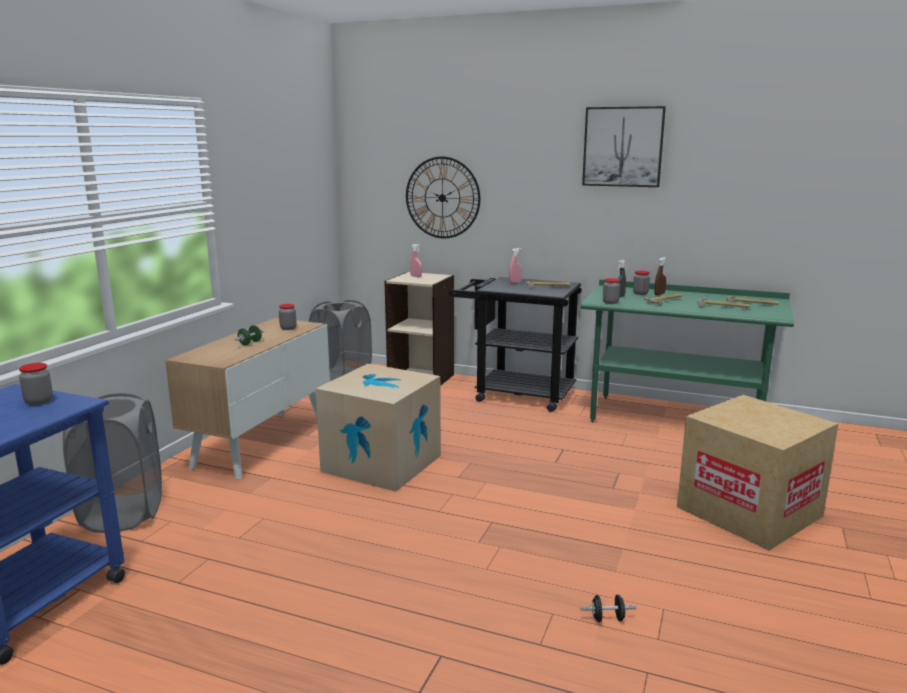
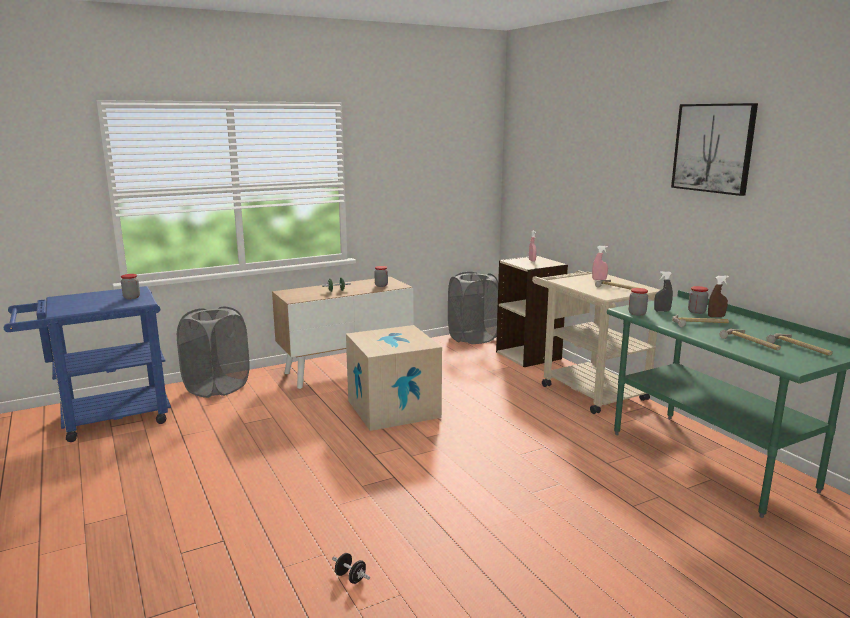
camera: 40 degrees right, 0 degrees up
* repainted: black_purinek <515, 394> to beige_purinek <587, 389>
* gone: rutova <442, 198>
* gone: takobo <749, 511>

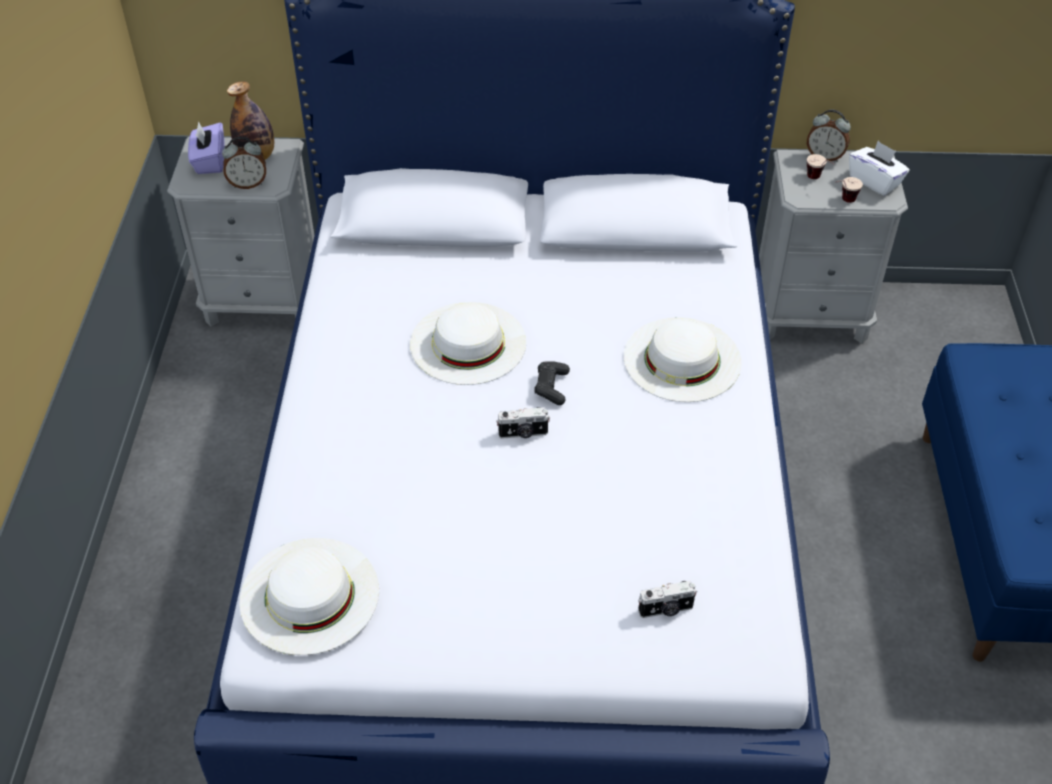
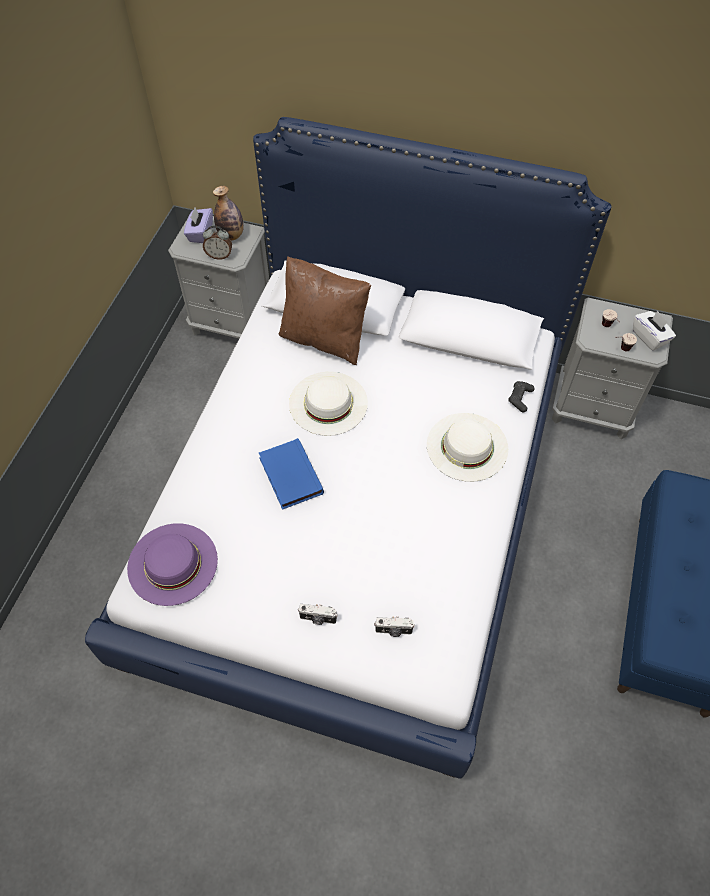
camera: 15 degrees right, 10 degrees up
* repainted: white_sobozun <309, 595> to purple_sobozun <172, 563>
* new: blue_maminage <289, 476>
* new: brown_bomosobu <324, 338>
* shifted: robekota <523, 434> to <318, 618>
* shifted: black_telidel <551, 387> to <520, 398>
* gone: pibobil <824, 156>

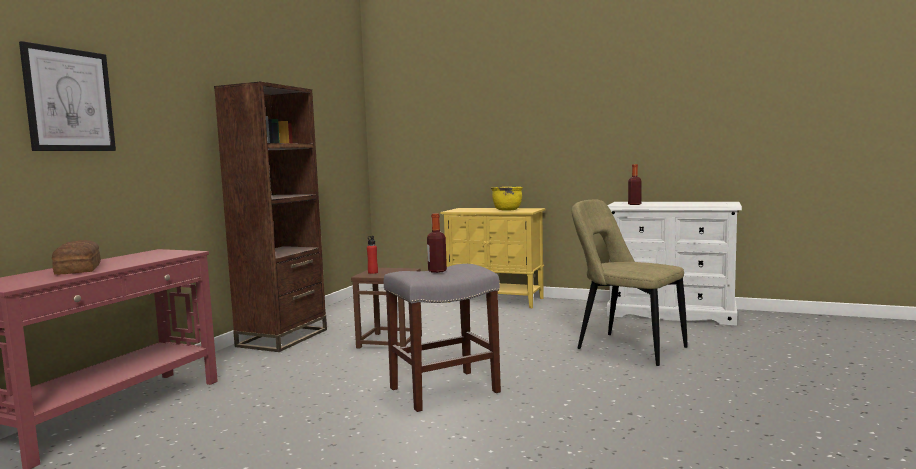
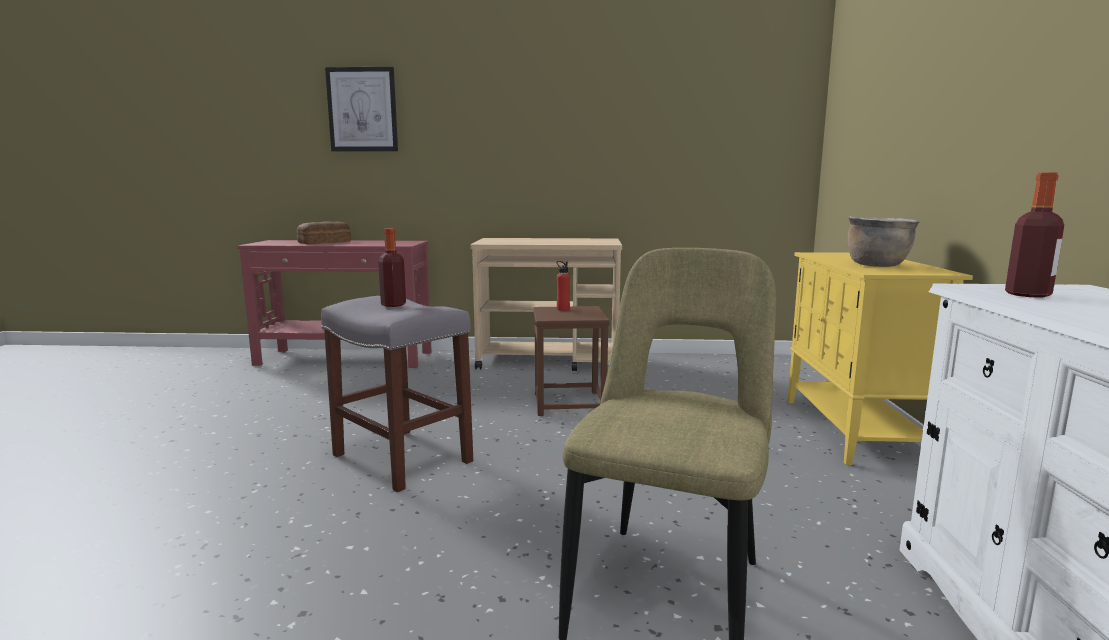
camera: 70 degrees right, 5 degrees up
* swapped: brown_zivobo <283, 338> to beige_purinek <549, 361>
* repainted: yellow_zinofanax <507, 210> to brown_zinofanax <877, 265>

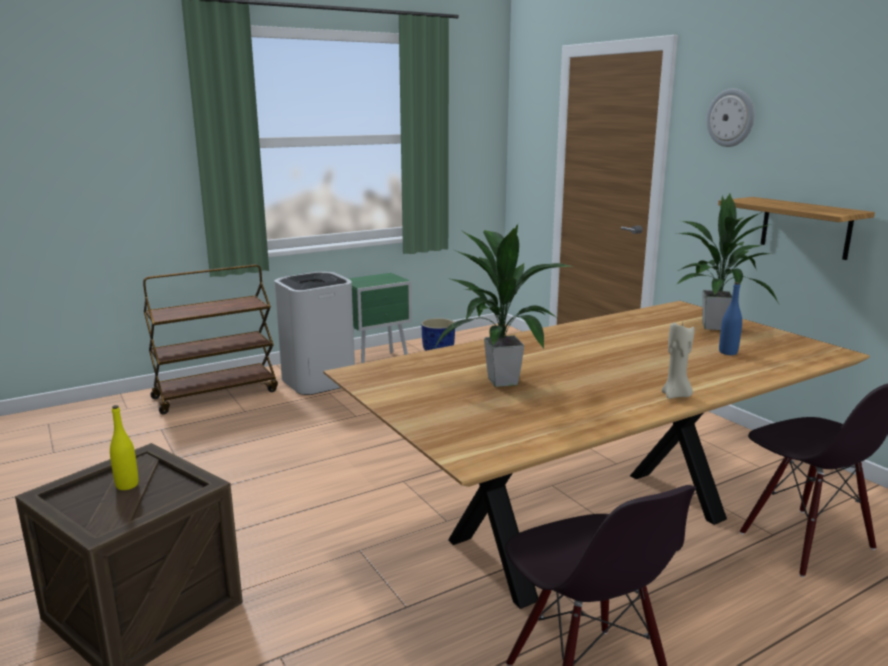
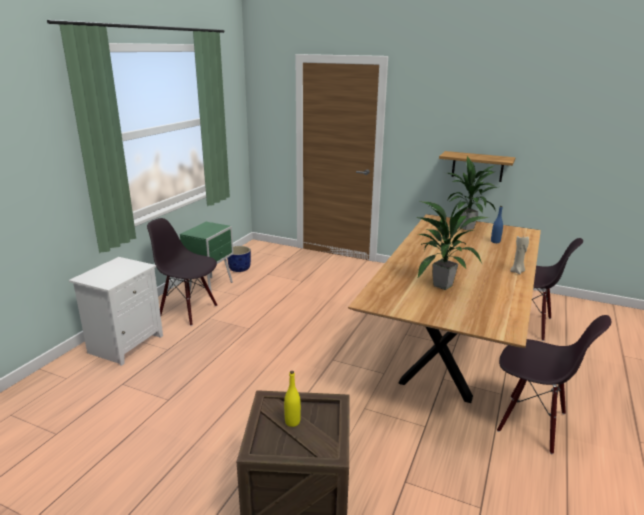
camera: 35 degrees left, 5 degrees up
* swapped: brown_purinek <216, 394> to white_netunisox <126, 344>
* swapped: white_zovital <318, 380> to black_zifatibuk <189, 311>
* gone: rutova <731, 118>

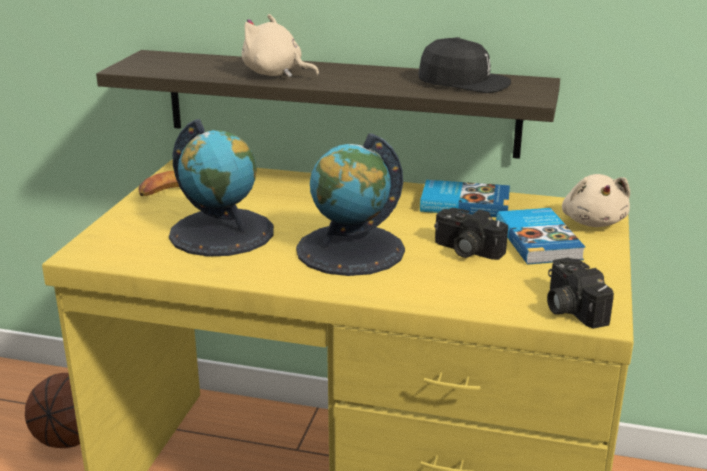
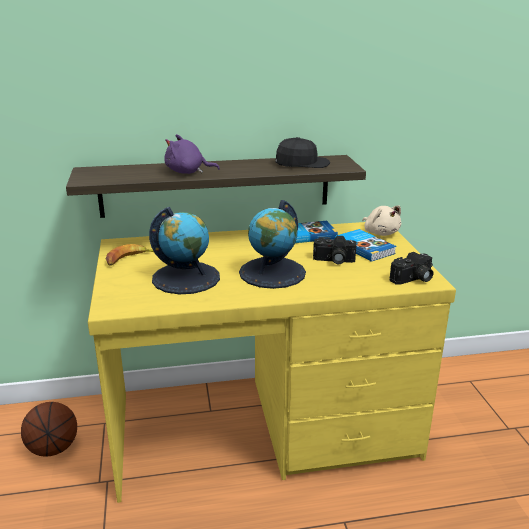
camera: 25 degrees left, 0 degrees up
* repainted: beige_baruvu <275, 74> to purple_baruvu <187, 172>
* rotated: robekota <569, 308> = <413, 279> 75 degrees counterclockwise

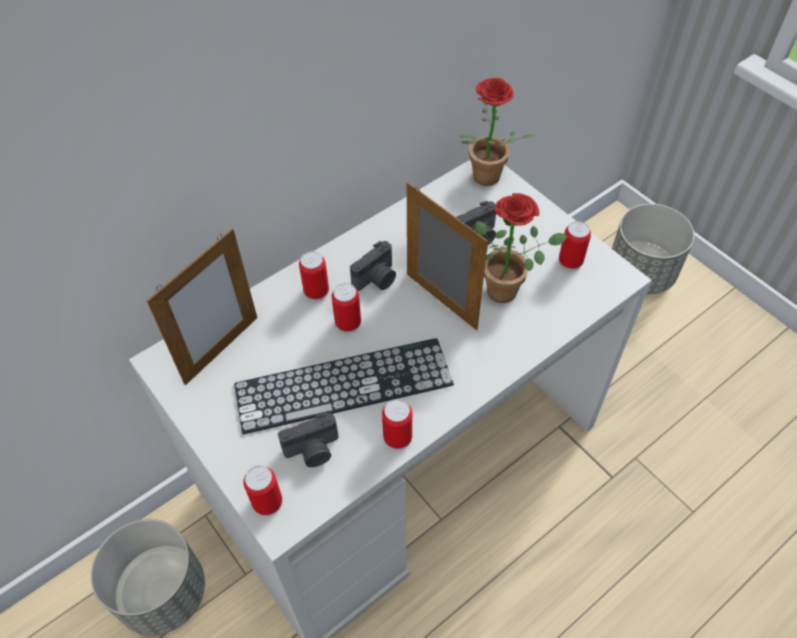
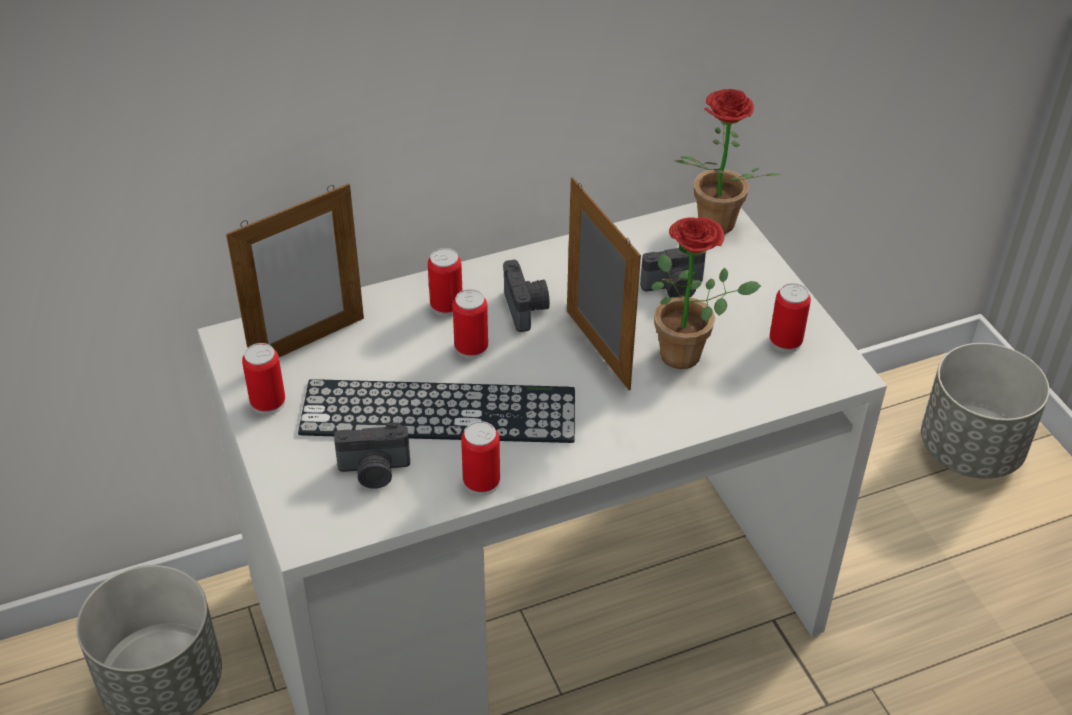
camera: 15 degrees right, 10 degrees down
* shifted: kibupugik <267, 502> to <268, 402>
* rotated: robekota <377, 279> = <526, 309> 75 degrees counterclockwise

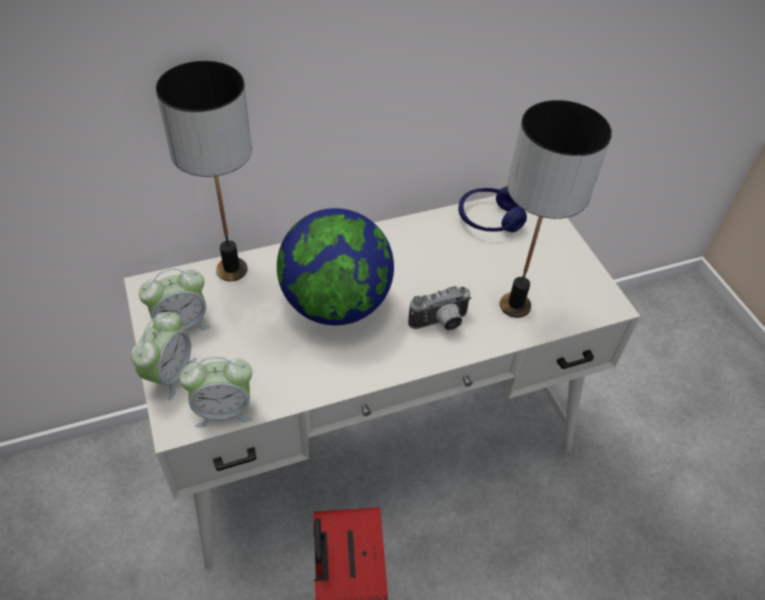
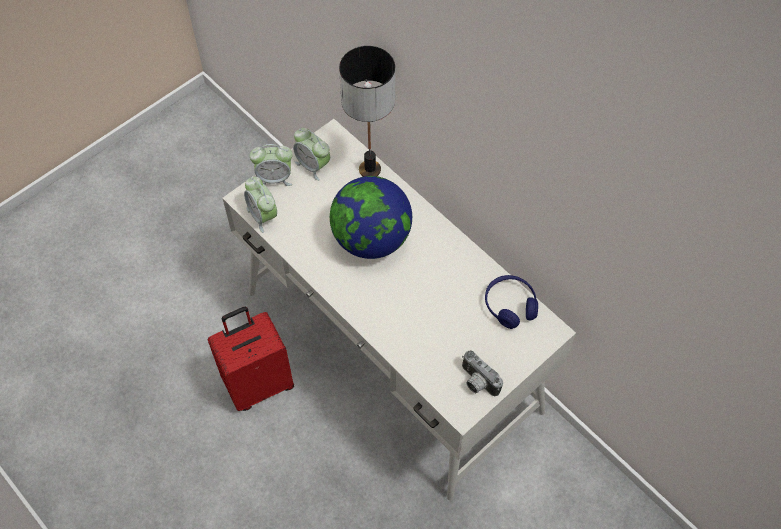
camera: 70 degrees right, 10 degrees up
* shifted: robekota <440, 323> to <476, 382>
* gone: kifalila <515, 306>

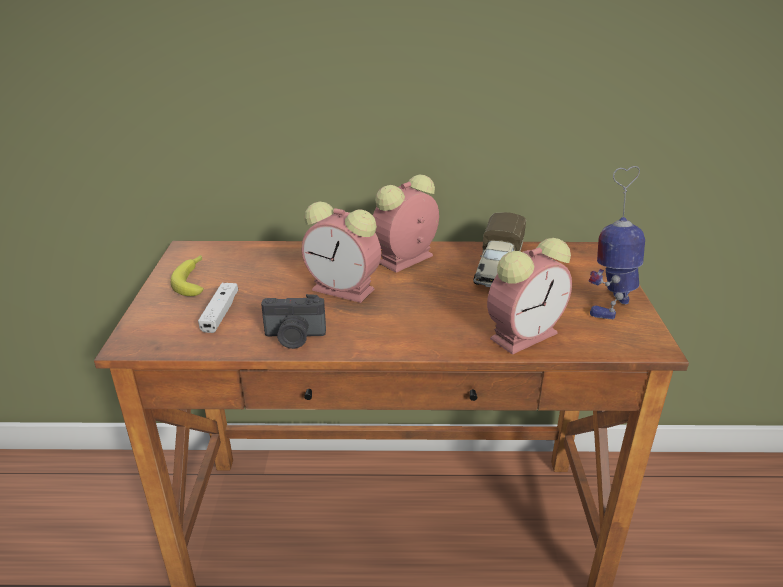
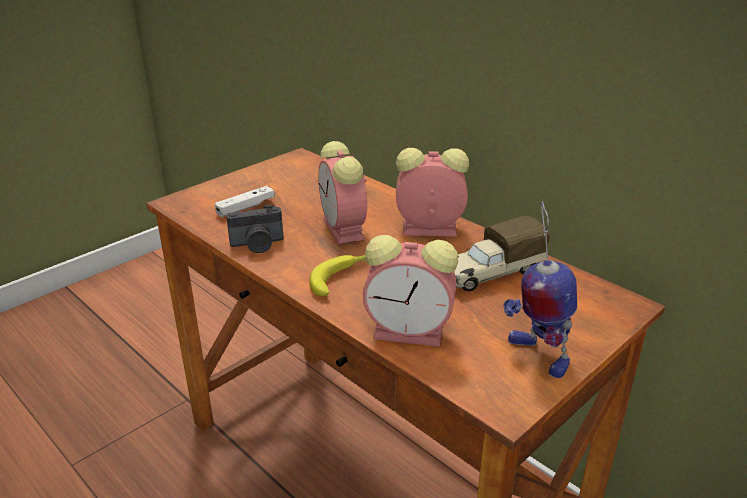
camera: 45 degrees right, 0 degrees up
* rotated: robekota <294, 337> = <257, 245> 60 degrees counterclockwise
* shifted: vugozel <194, 280> to <340, 278>
* rotated: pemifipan <610, 305> = <537, 354> 120 degrees counterclockwise

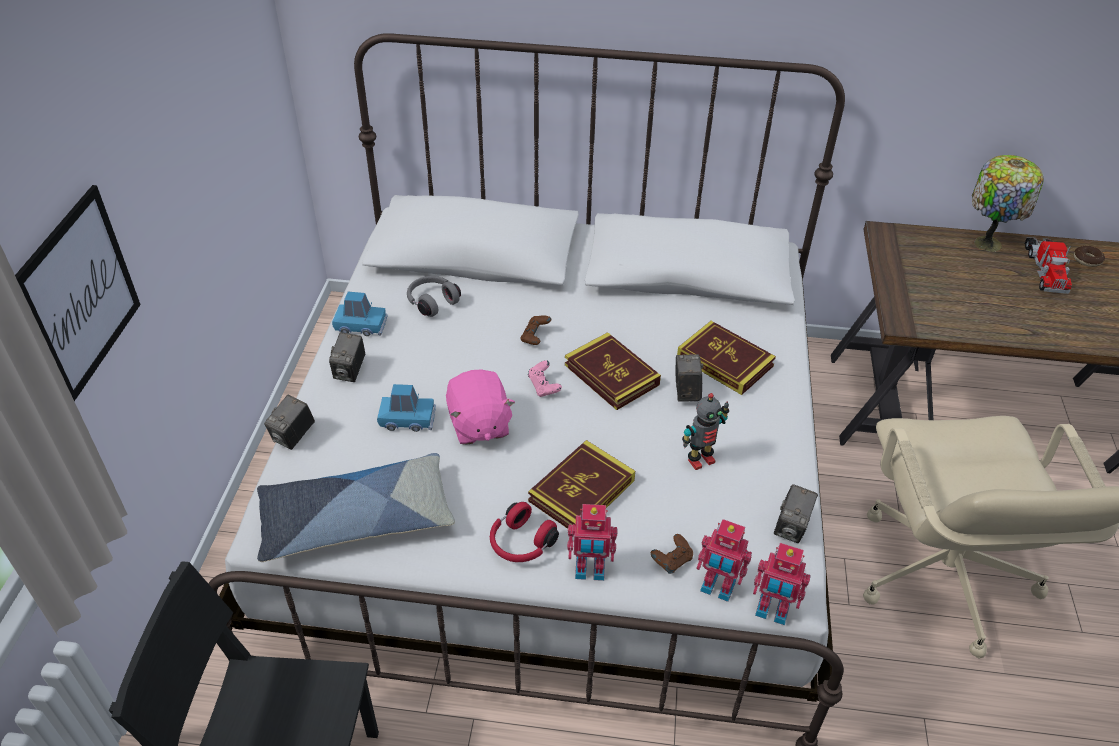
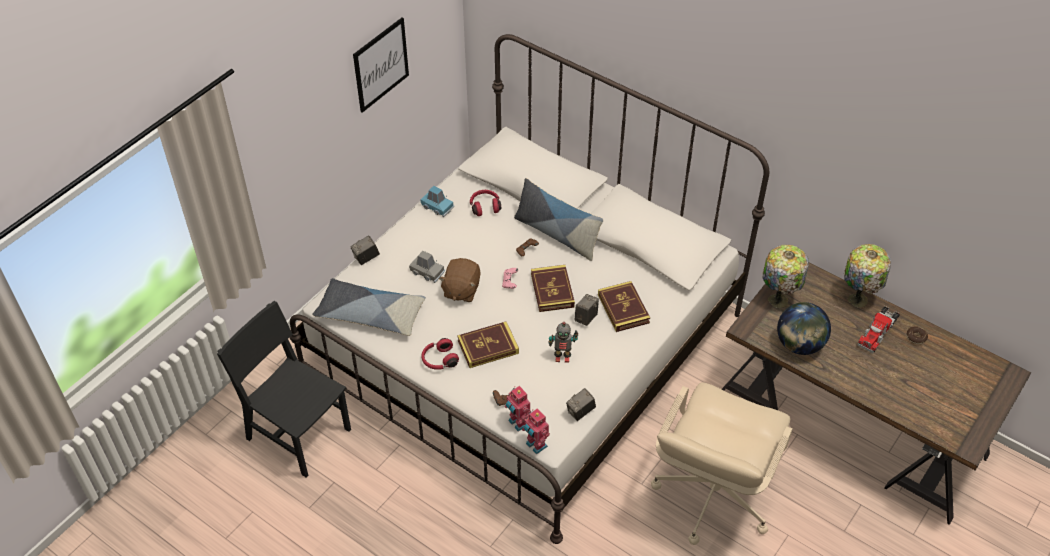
camera: 30 degrees right, 5 degrees up
* shifted: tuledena <80, 293> to <381, 64>
* repainted: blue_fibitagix <407, 419> to grey_fibitagix <427, 272>
* repainted: pink_baruvu <478, 425> to brown_baruvu <461, 290>
* repainted: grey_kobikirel <432, 302> to red_kobikirel <485, 206>
* new: bomosobu <557, 234>
* new: kifalila <779, 299>
* new: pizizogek <799, 345>
* gone: robekota <350, 371>
* gone: pemifipan <590, 571>

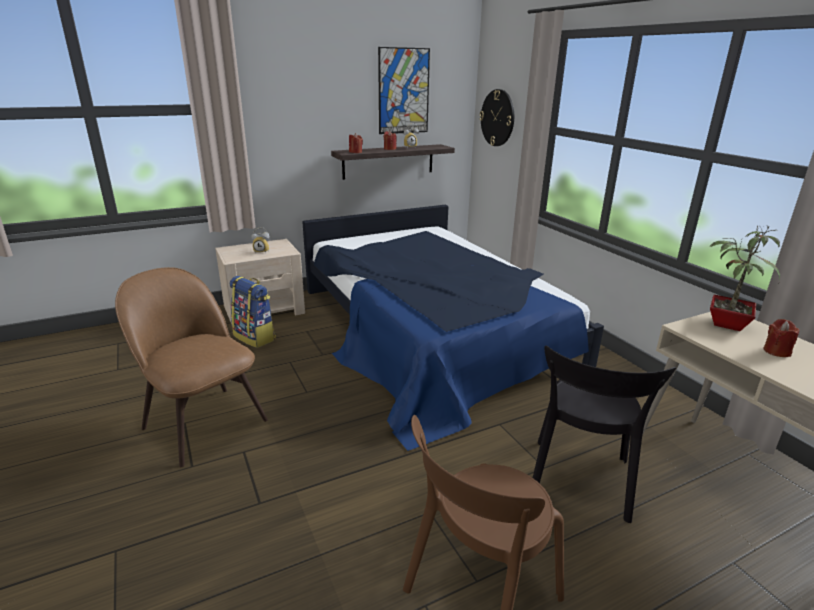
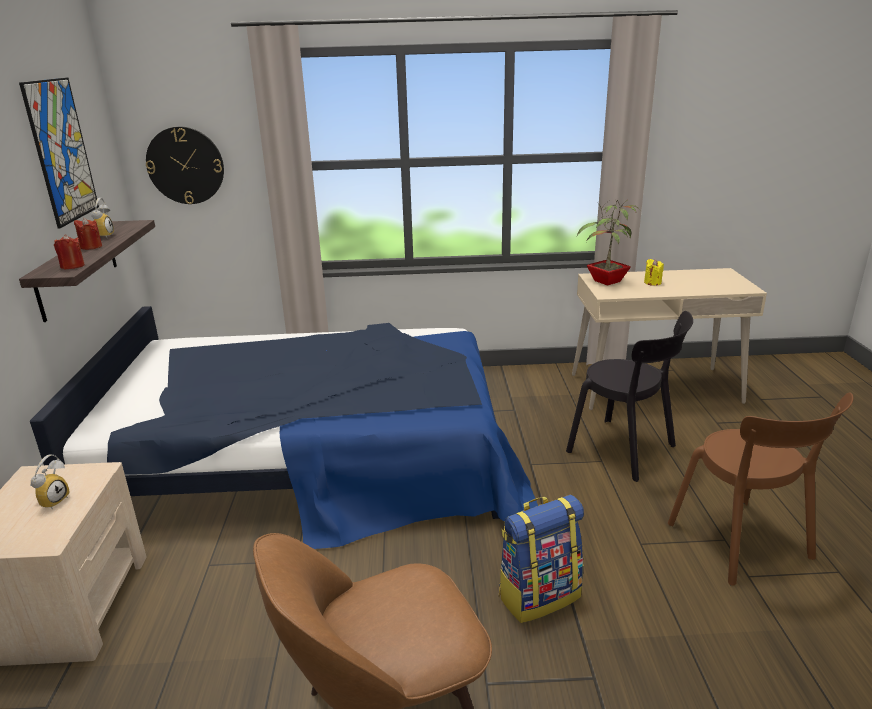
camera: 65 degrees left, 0 degrees up
* shifted: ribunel <255, 337> to <539, 595>
* repainted: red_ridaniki <776, 351> to yellow_ridaniki <652, 282>

